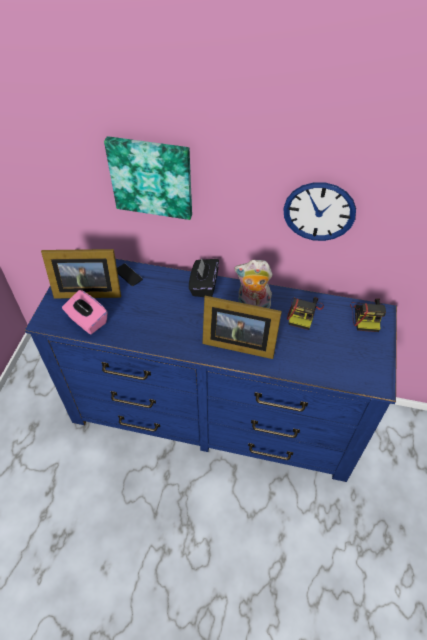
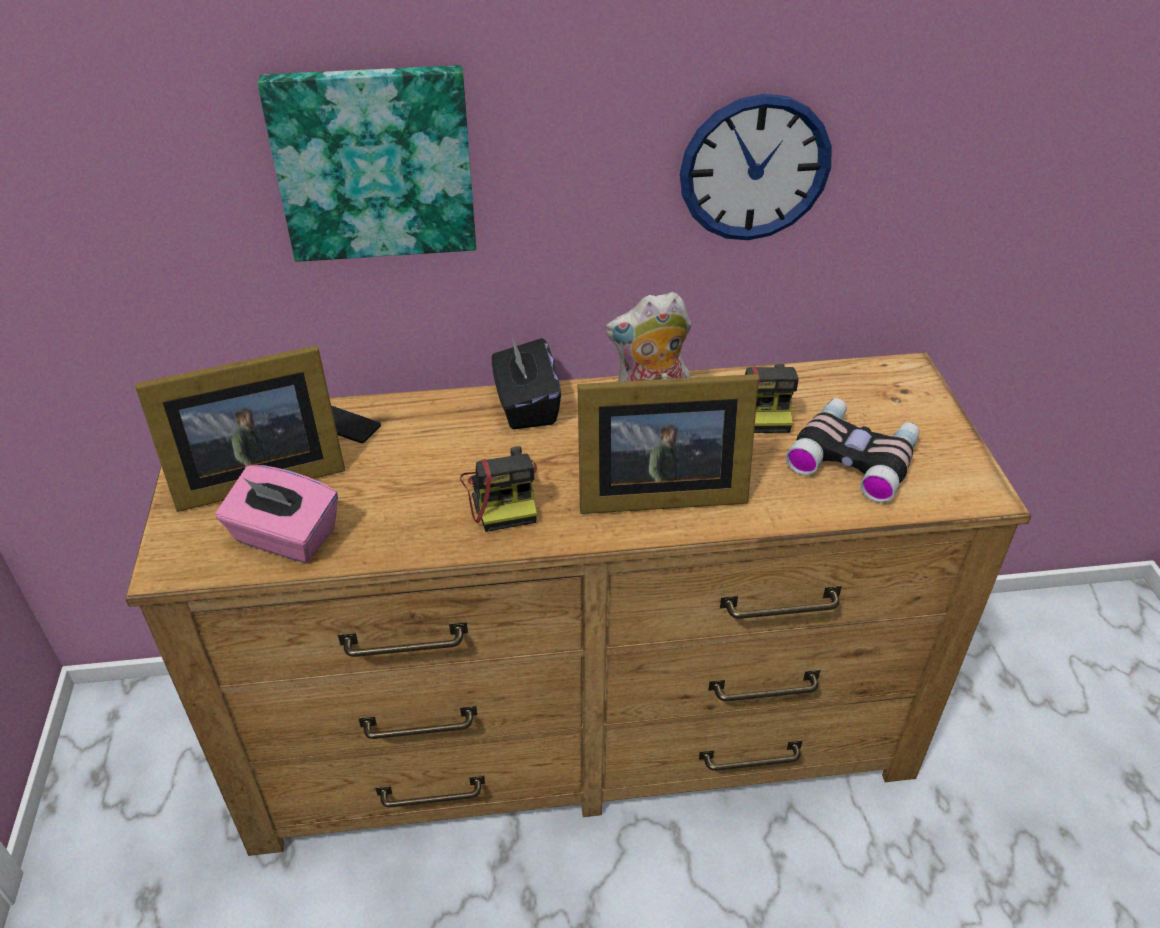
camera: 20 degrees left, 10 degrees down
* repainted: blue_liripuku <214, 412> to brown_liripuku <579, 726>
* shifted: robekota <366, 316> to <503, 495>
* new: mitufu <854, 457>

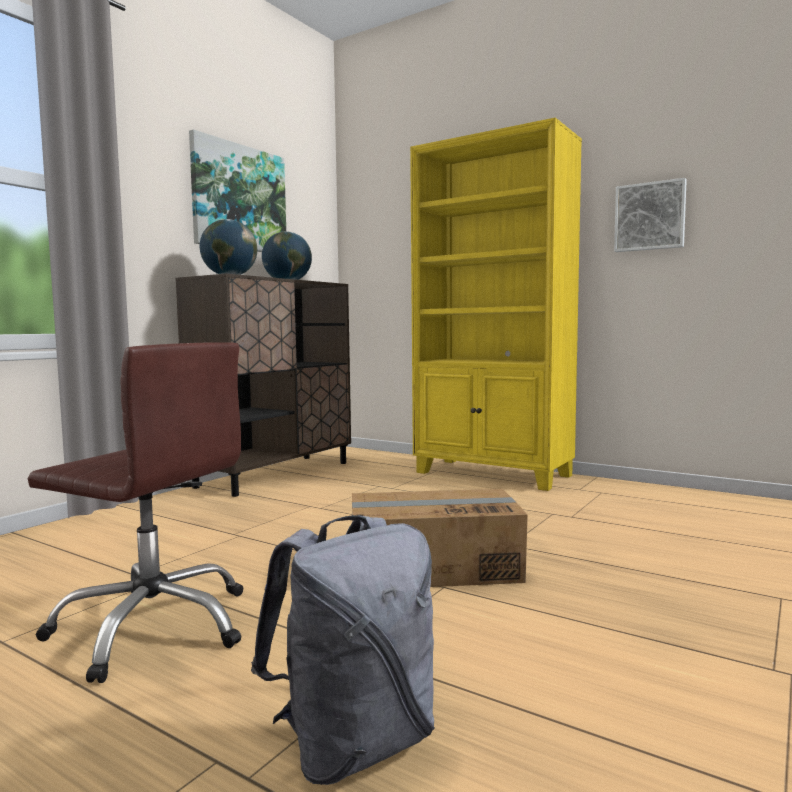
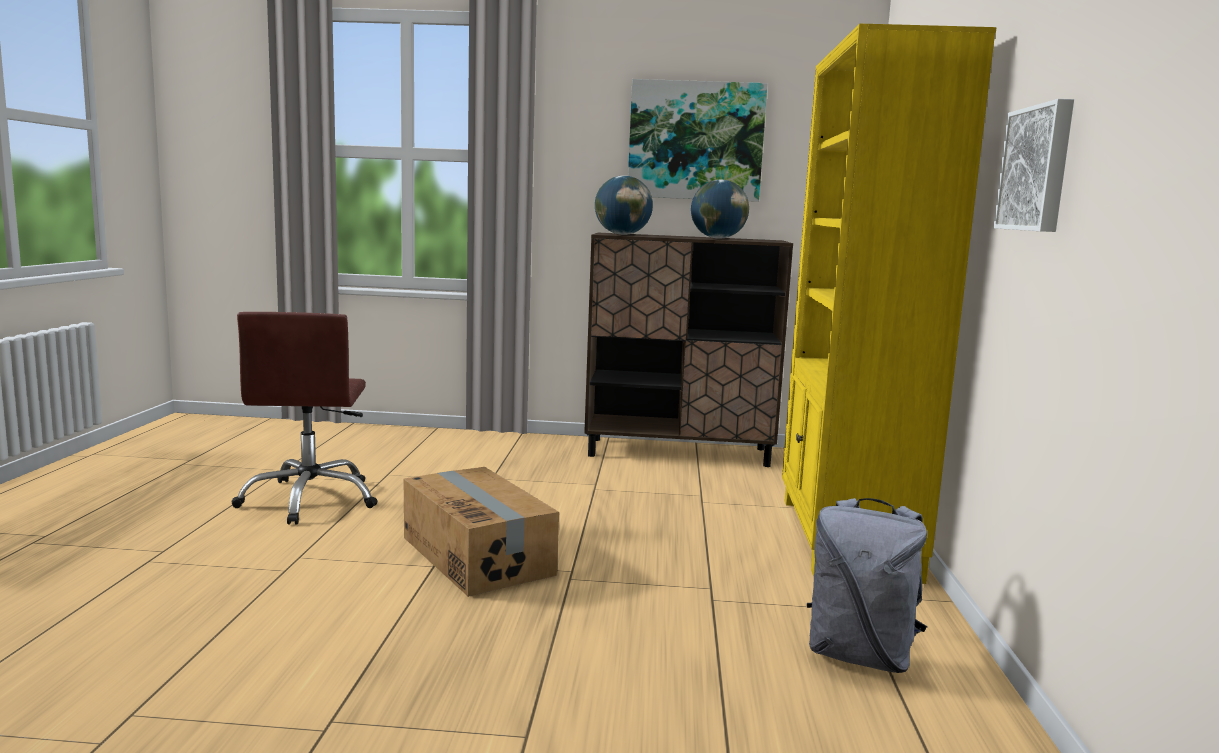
camera: 60 degrees right, 5 degrees up
* shifted: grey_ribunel <353, 745> to <860, 656>

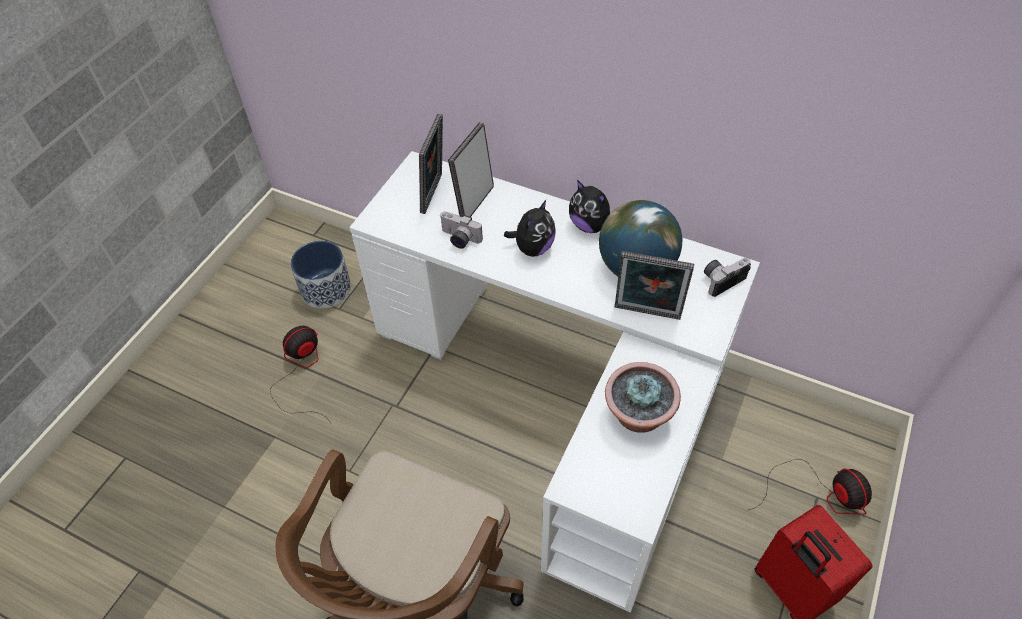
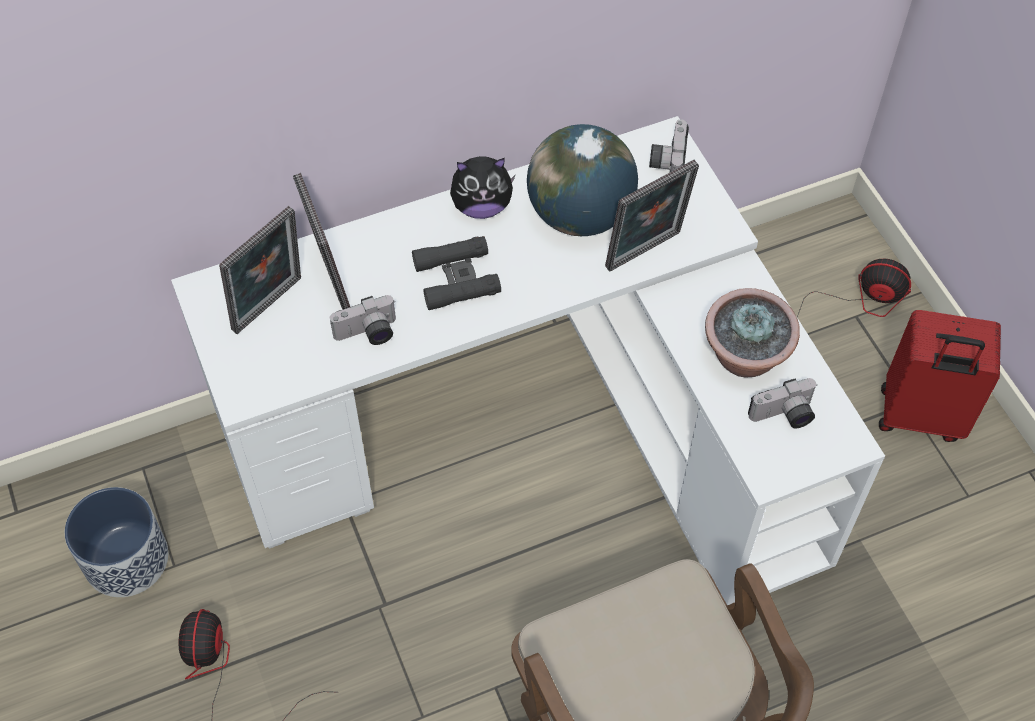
camera: 50 degrees left, 5 degrees up
* rotated: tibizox <434, 194> = <271, 307> 75 degrees clockwise
* swapped: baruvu <533, 248> to black_mitufu <456, 278>
* new: robekota <784, 416>

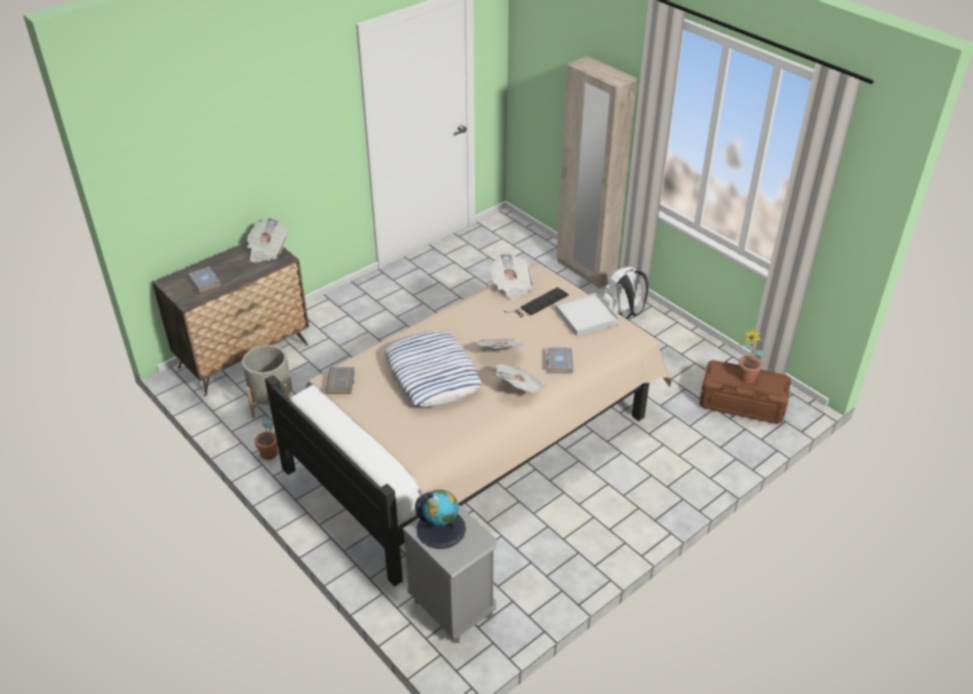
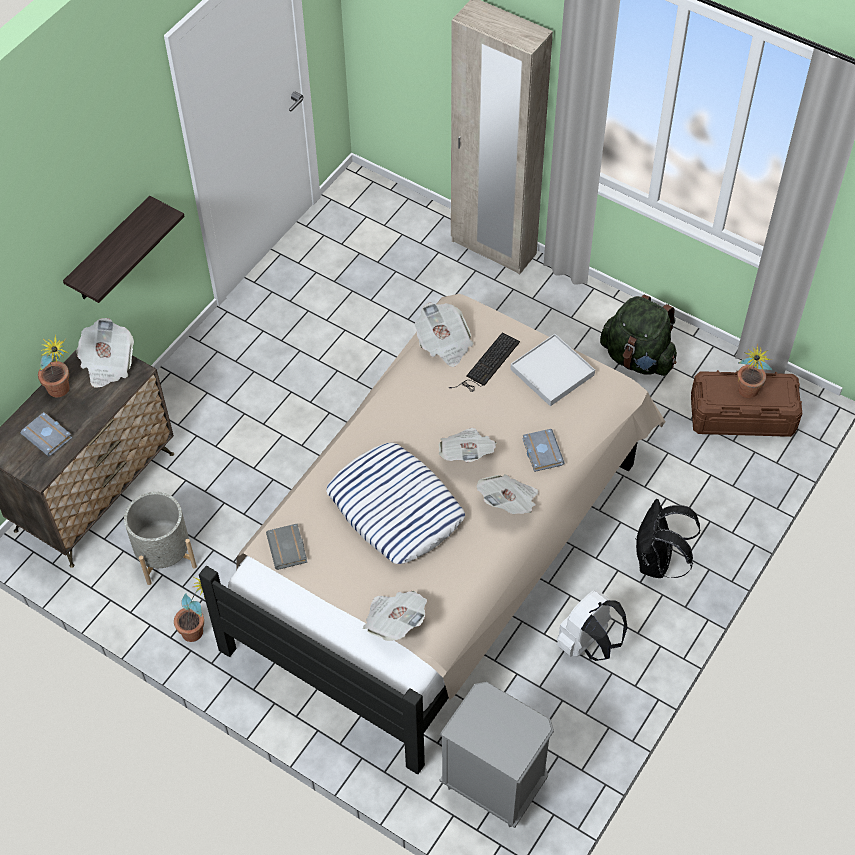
camera: 15 degrees left, 15 degrees up
* new: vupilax <62, 393>
* new: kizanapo <110, 252>
* new: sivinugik <394, 621>
* shifted: white_ribunel <623, 313> to <588, 643>
* new: green_ribunel <637, 358>
* new: black_ribunel <657, 562>
* gone: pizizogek <441, 528>

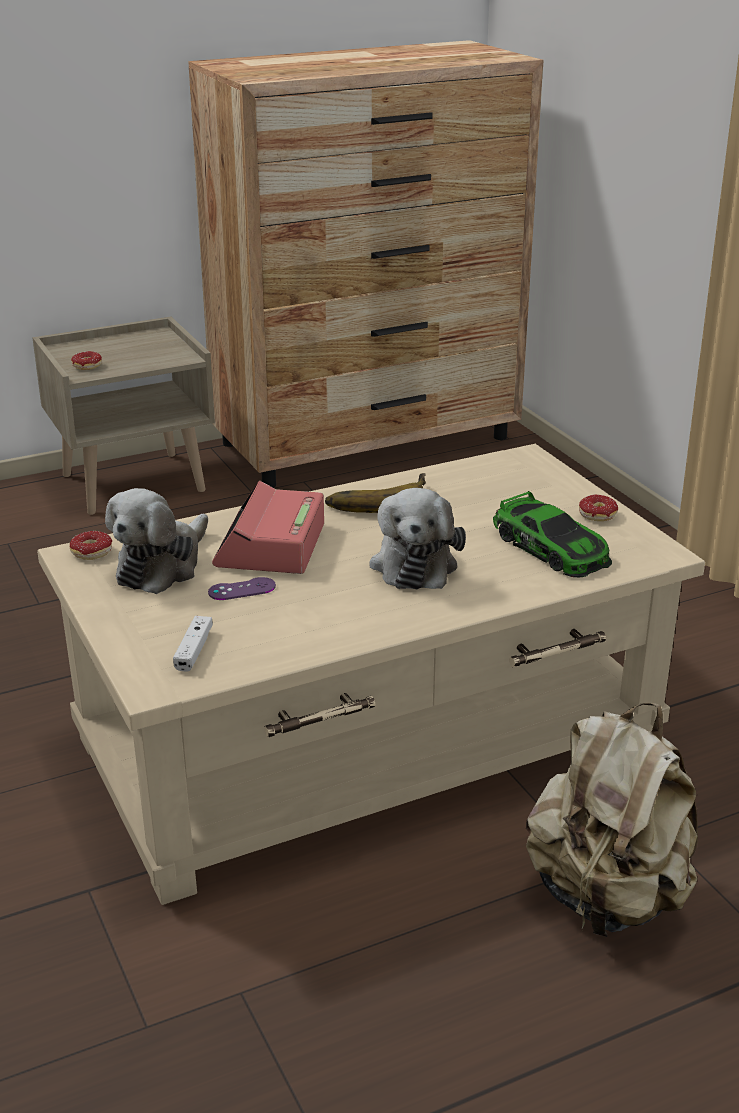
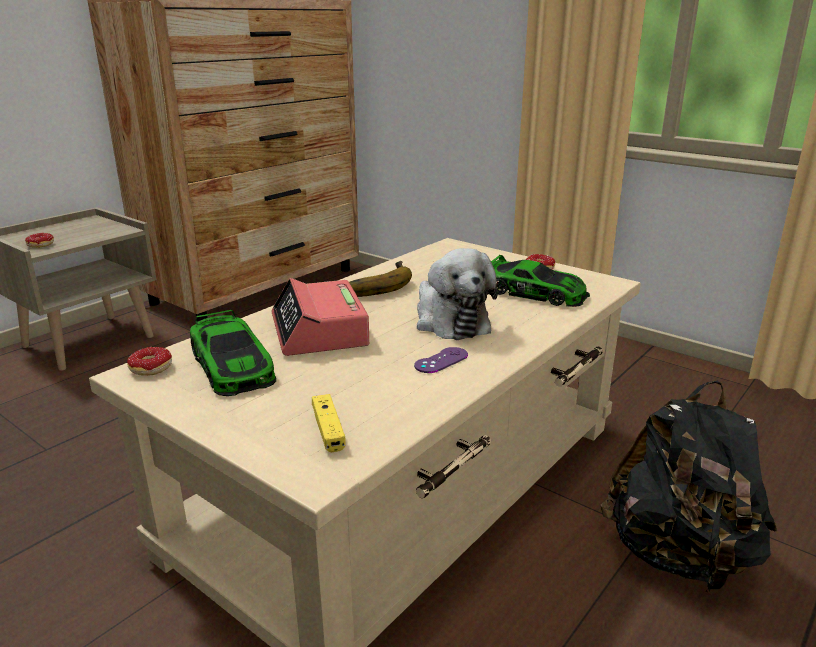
camera: 25 degrees left, 5 degrees down
* swapped: baruvu <162, 565> to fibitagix <232, 365>
* repainted: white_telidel <194, 650> to yellow_telidel <328, 430>
* shifted: purple_telidel <242, 589> to <441, 360>
* repainted: beige_ribunel <608, 897> to black_ribunel <678, 555>

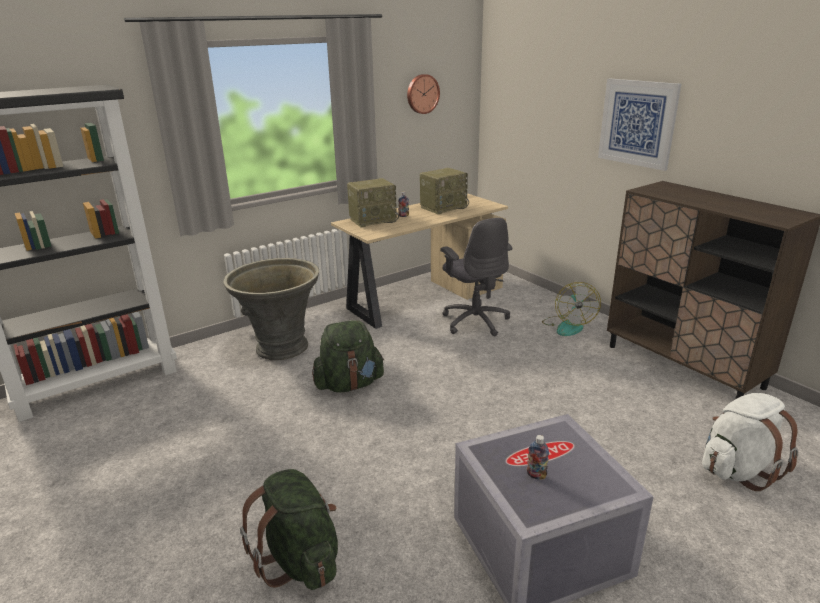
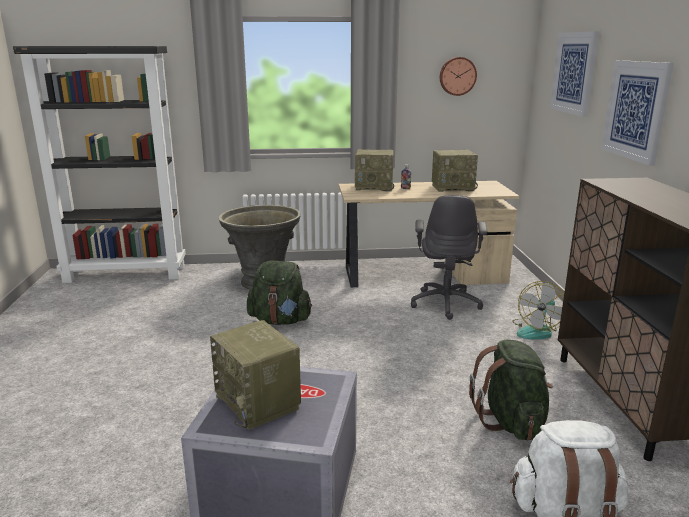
camera: 30 degrees right, 5 degrees down
* swapped: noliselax <536, 475> to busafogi <259, 402>
* shifted: green_ribunel <300, 560> to <511, 421>
* new: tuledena <574, 73>

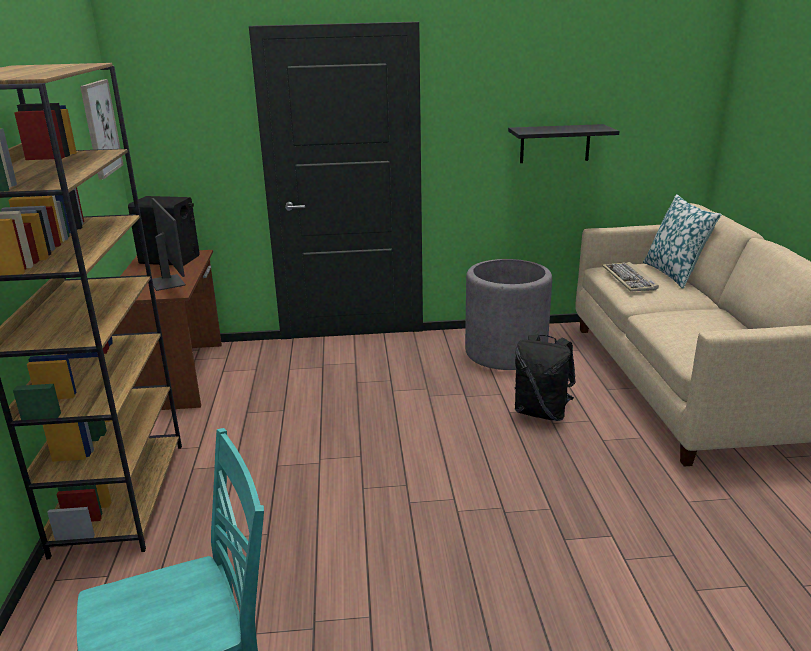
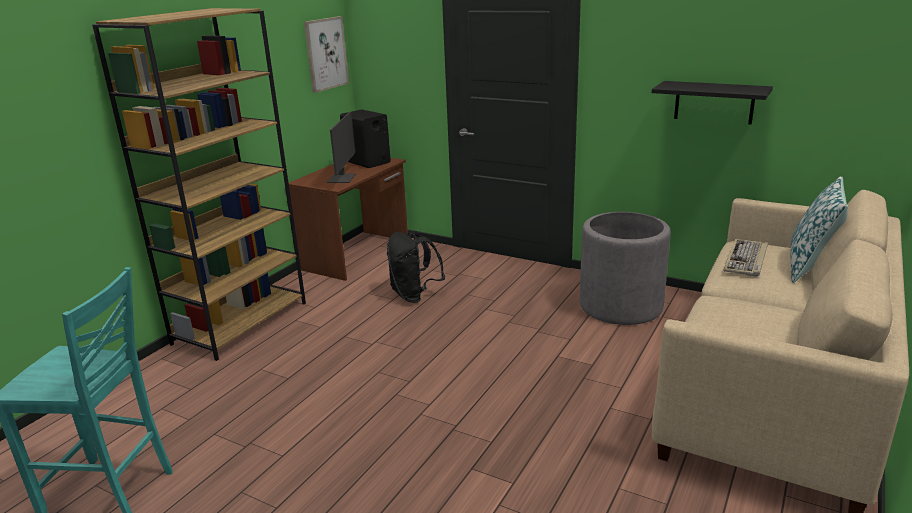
camera: 35 degrees right, 0 degrees up
* shifted: black_ribunel <541, 412> to <414, 295>

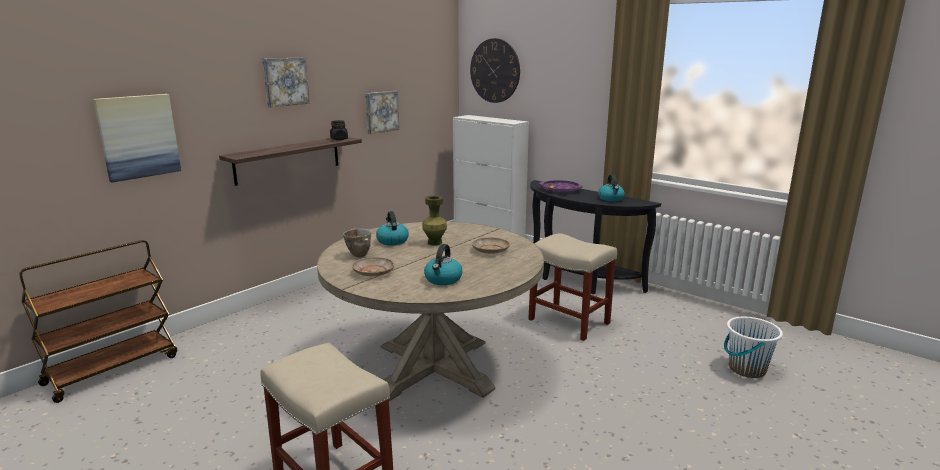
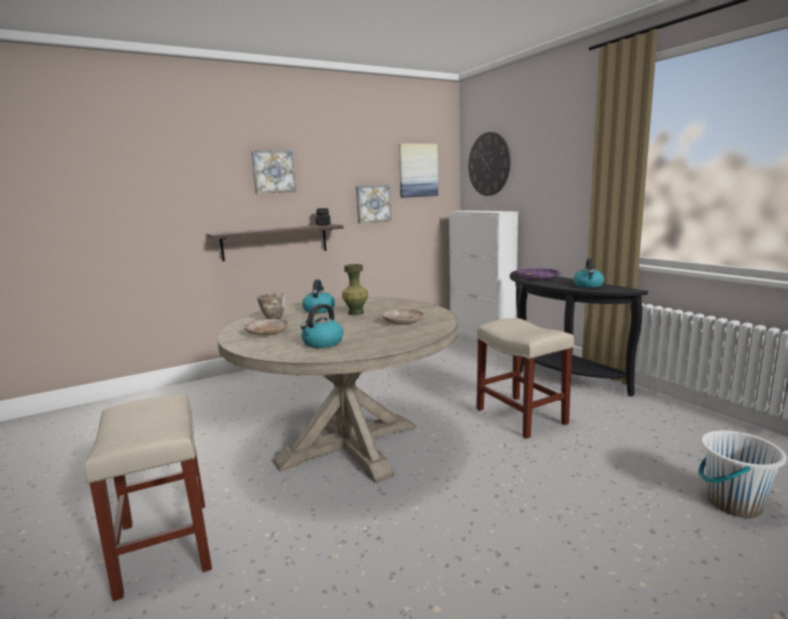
camera: 20 degrees right, 5 degrees down
* shifted: tuledena <138, 136> to <418, 170>
* gone: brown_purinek <112, 369>

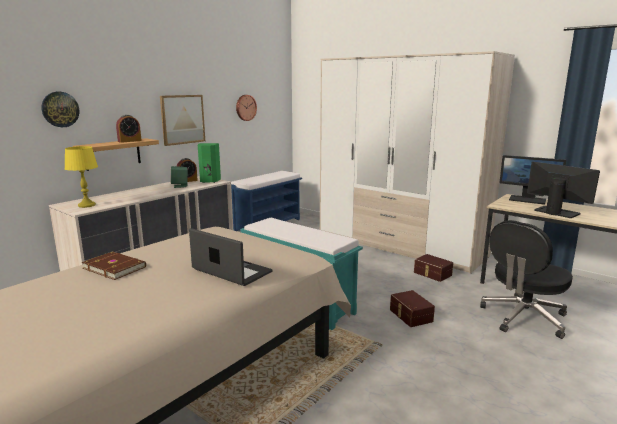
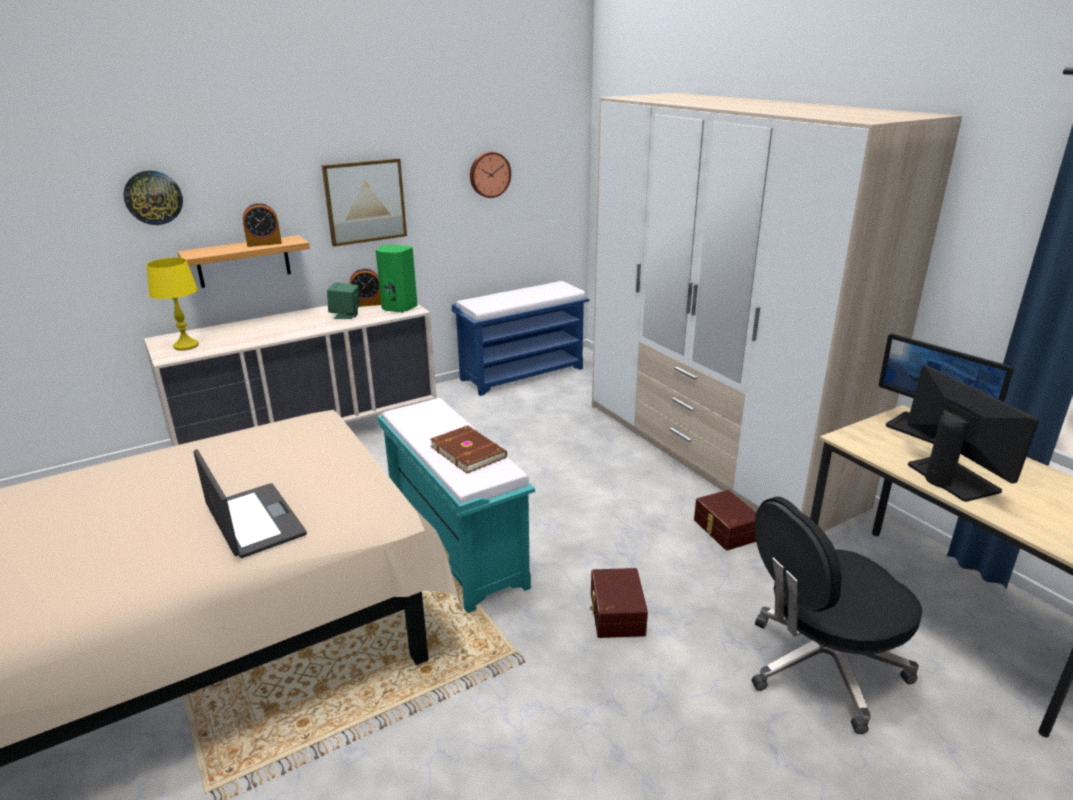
camera: 20 degrees right, 10 degrees up
* shifted: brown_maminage <115, 267> to <469, 451>

